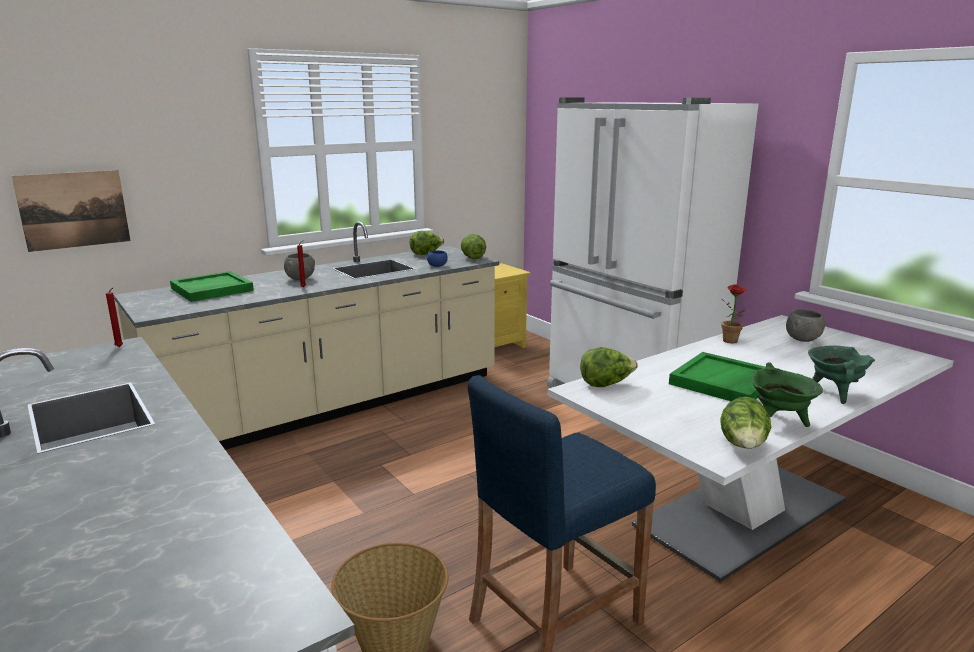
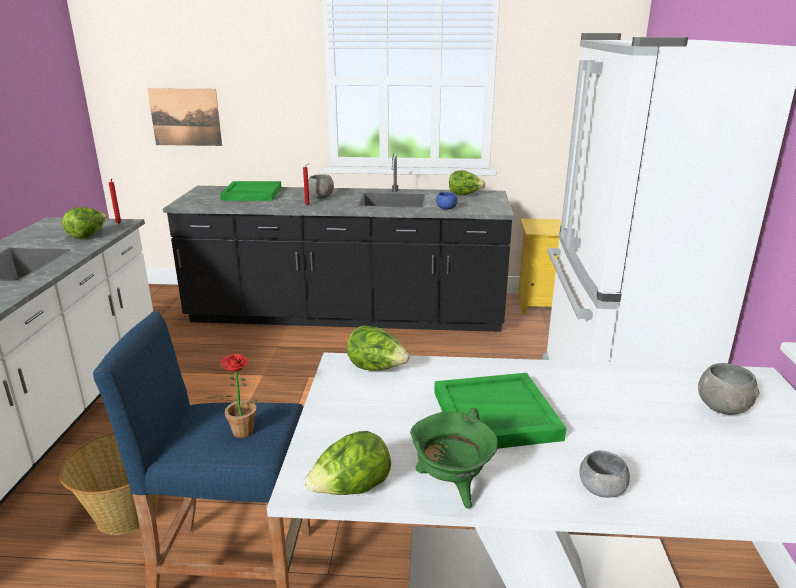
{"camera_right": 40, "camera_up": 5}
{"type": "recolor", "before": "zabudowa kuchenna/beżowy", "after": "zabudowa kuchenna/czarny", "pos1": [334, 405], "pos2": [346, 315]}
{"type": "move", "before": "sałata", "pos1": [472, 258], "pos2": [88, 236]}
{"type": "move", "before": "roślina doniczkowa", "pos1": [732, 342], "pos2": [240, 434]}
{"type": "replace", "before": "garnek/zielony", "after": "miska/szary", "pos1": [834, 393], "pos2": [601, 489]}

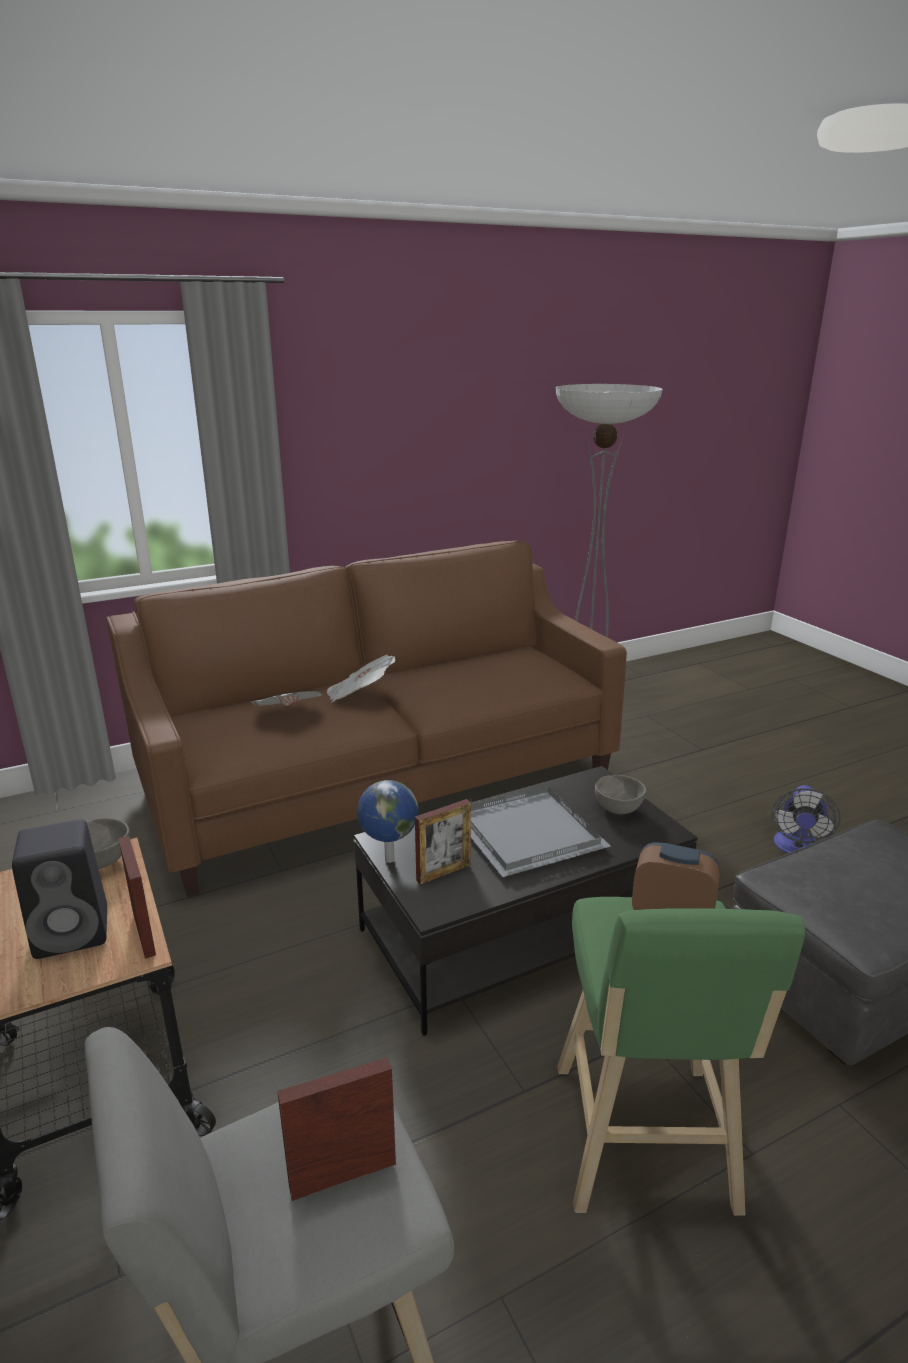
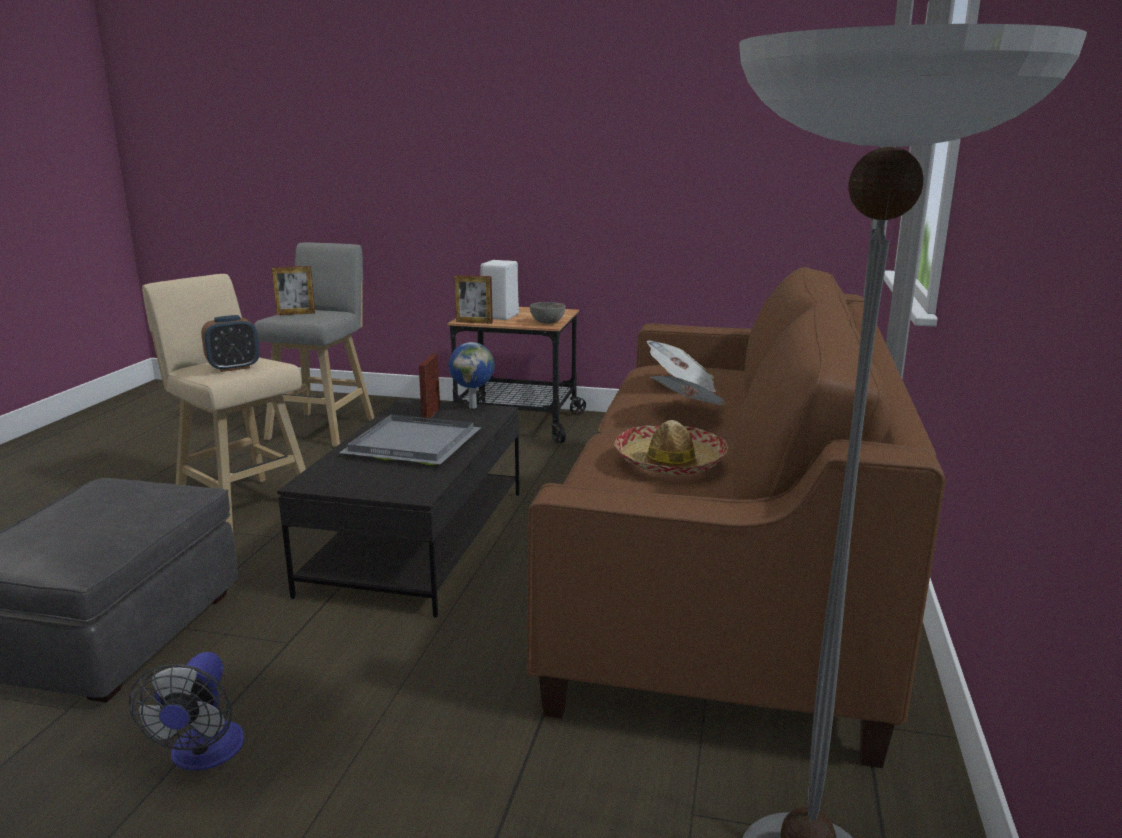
{"camera_right": 130, "camera_up": -5}
{"type": "recolor", "before": "głośnik/czarny", "after": "głośnik/biały", "pos1": [75, 932], "pos2": [499, 316]}
{"type": "rotate", "before": "ramka na zdjęcie", "pos1": [343, 1175], "pos2": [296, 313], "turn": 60}
{"type": "recolor", "before": "stołek/zielony", "after": "stołek/beżowy", "pos1": [643, 1145], "pos2": [243, 505]}
{"type": "delete", "before": "miska/szary", "pos1": [618, 809]}
{"type": "rotate", "before": "wentylator", "pos1": [797, 848], "pos2": [203, 755], "turn": -150}
{"type": "insert", "after": "kapelusz", "pos2": [670, 462]}

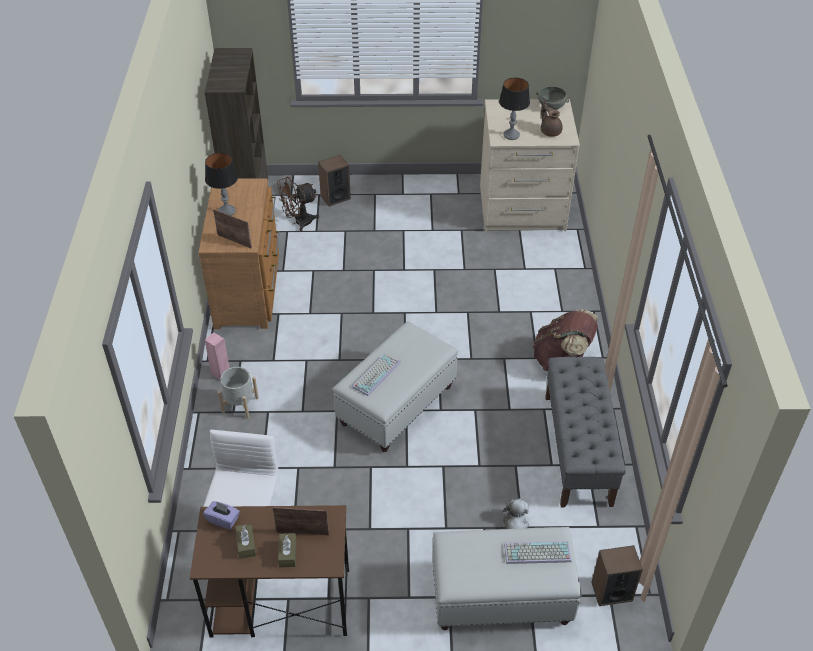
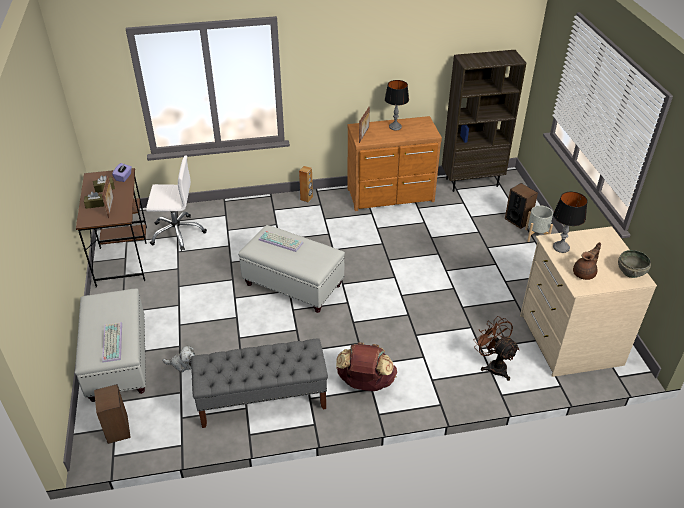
{"camera_right": 80, "camera_up": -5}
{"type": "recolor", "before": "głośnik/różowy", "after": "głośnik/brązowy", "pos1": [221, 373], "pos2": [306, 198]}
{"type": "move", "before": "donica/szary", "pos1": [240, 405], "pos2": [536, 235]}
{"type": "move", "before": "wentylator/brązowy", "pos1": [298, 222], "pos2": [493, 365]}

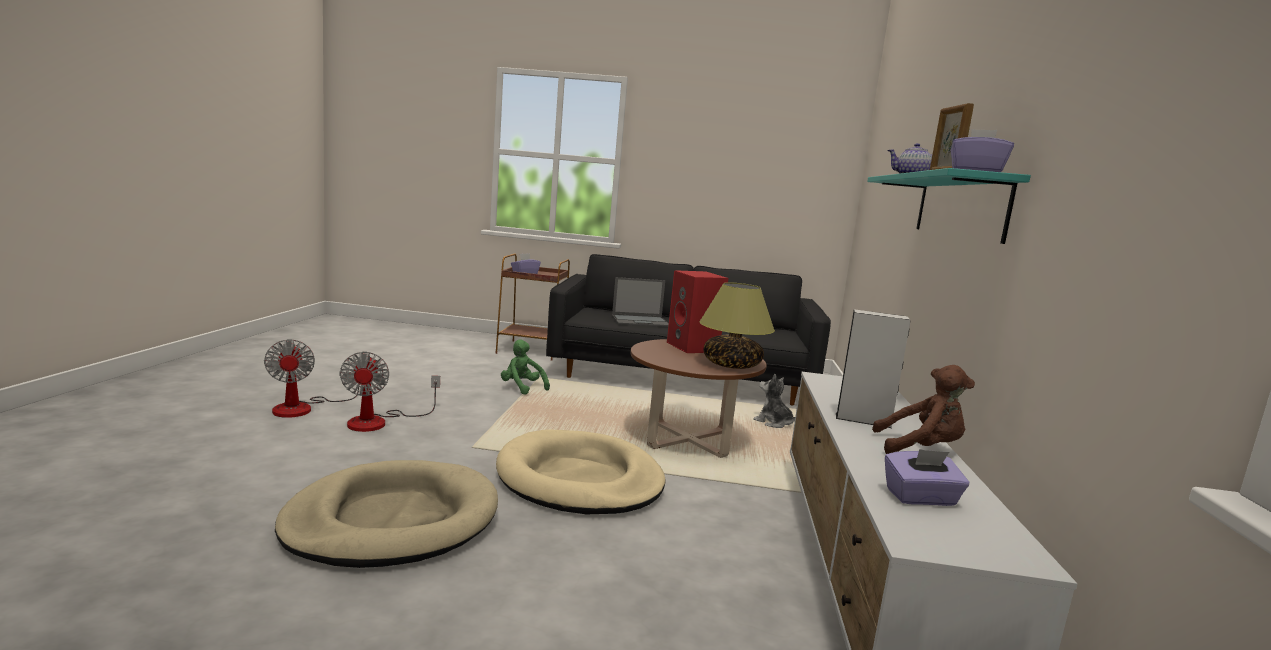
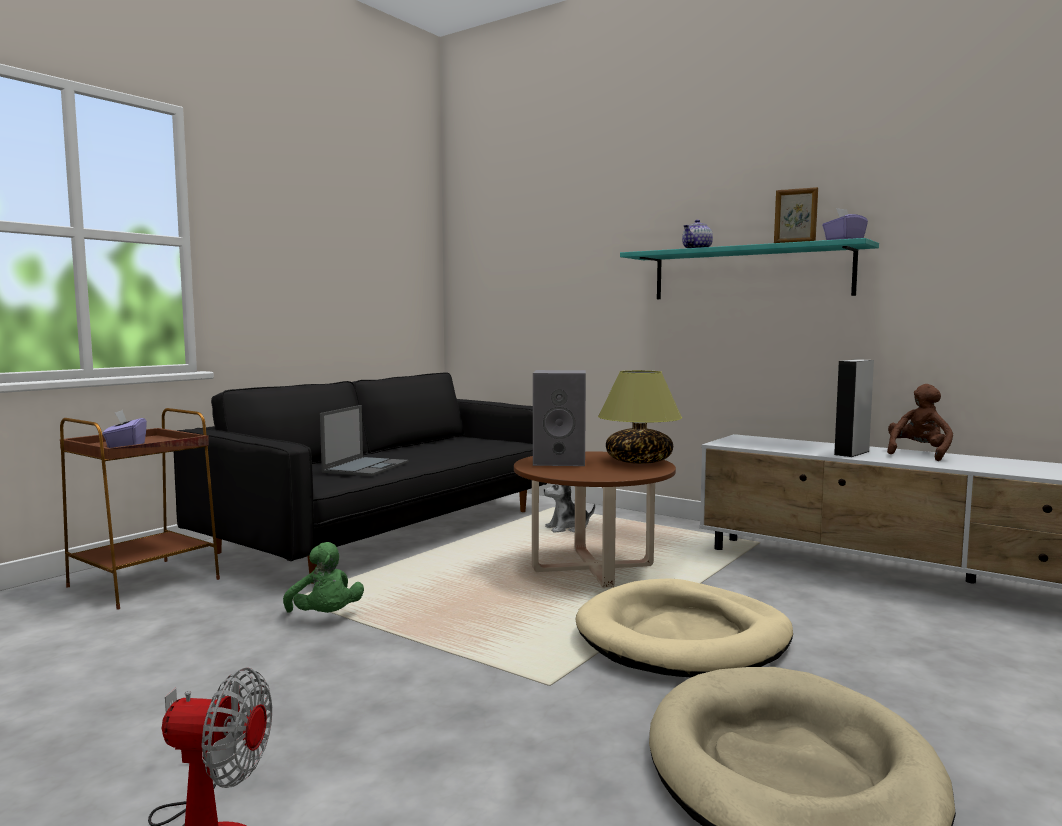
{"camera_right": -60, "camera_up": -5}
{"type": "delete", "before": "wentylator", "pos1": [379, 421]}
{"type": "rotate", "before": "pluszak/zielony", "pos1": [522, 388], "pos2": [325, 617], "turn": -105}
{"type": "recolor", "before": "głośnik/czerwony", "after": "głośnik/szary", "pos1": [694, 347], "pos2": [561, 461]}
{"type": "delete", "before": "pudełko chusteczek/fioletowy", "pos1": [921, 498]}

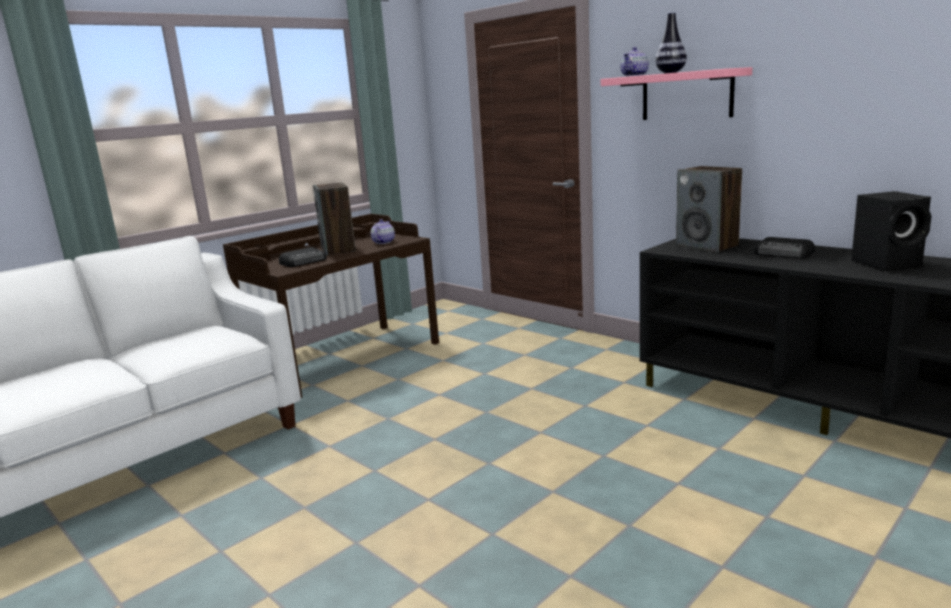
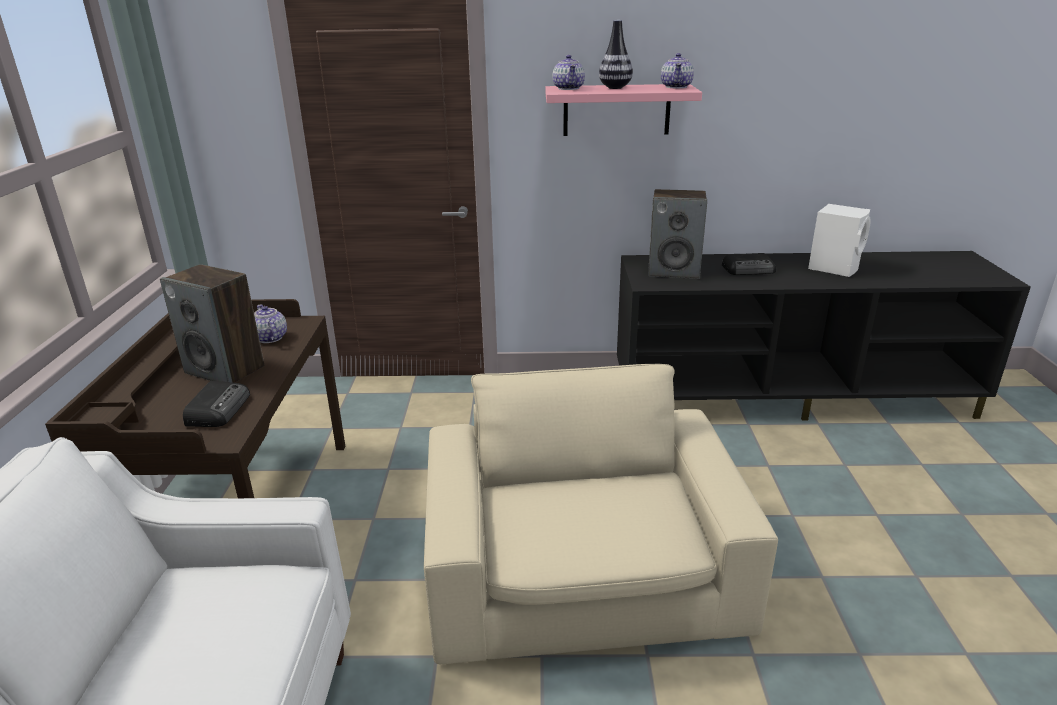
{"camera_right": -45, "camera_up": 10}
{"type": "recolor", "before": "głośnik/czarny", "after": "głośnik/biały", "pos1": [888, 264], "pos2": [834, 267]}
{"type": "insert", "after": "fotel/beżowy", "pos2": [583, 574]}
{"type": "insert", "after": "imbryk", "pos2": [676, 87]}

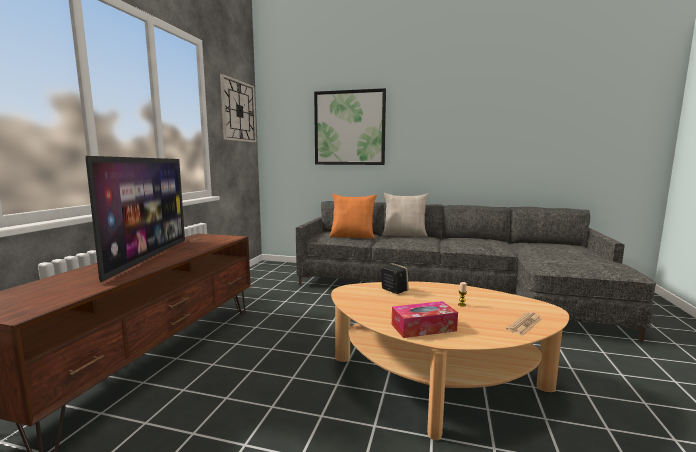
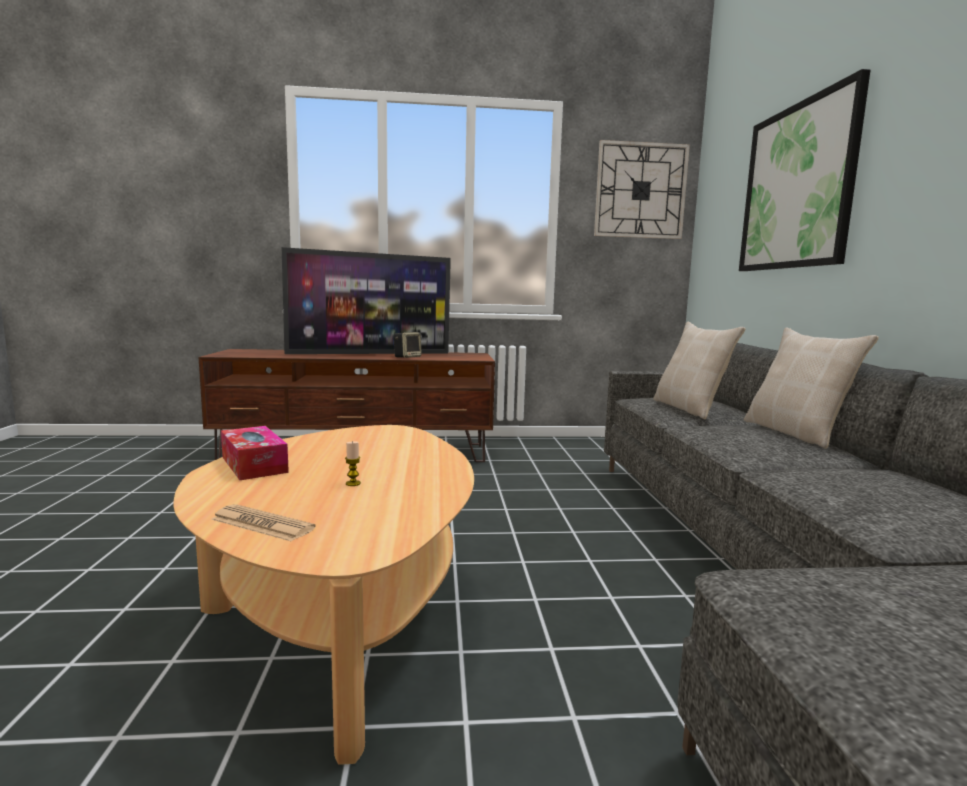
{"camera_right": 70, "camera_up": 0}
{"type": "recolor", "before": "poduszka/pomarańczowy", "after": "poduszka/beżowy", "pos1": [352, 236], "pos2": [690, 409]}
{"type": "move", "before": "głośnik", "pos1": [393, 290], "pos2": [407, 357]}

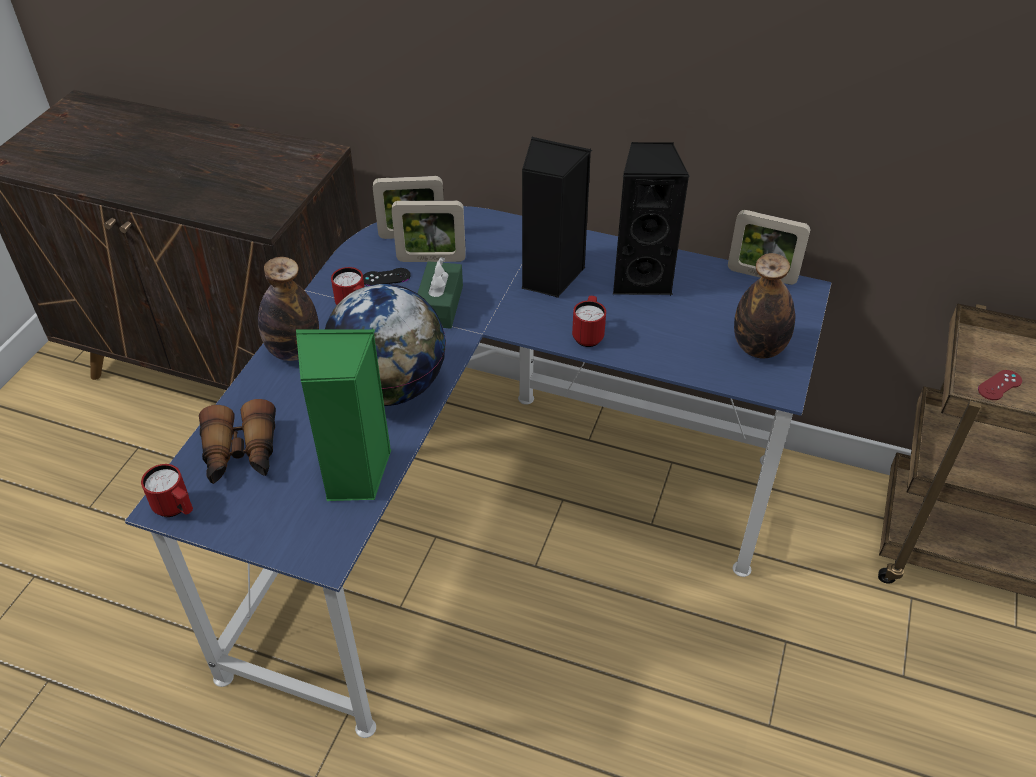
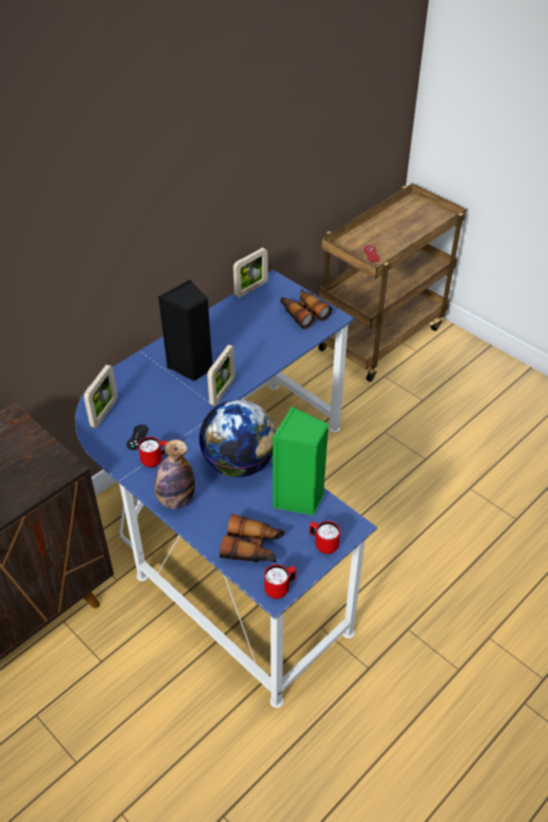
{"camera_right": -65, "camera_up": 0}
{"type": "move", "before": "ramka na zdjęcie", "pos1": [431, 259], "pos2": [222, 392]}
{"type": "delete", "before": "pudełko chusteczek/zielony", "pos1": [440, 305]}
{"type": "move", "before": "kubek/czerwony", "pos1": [588, 335], "pos2": [323, 544]}
{"type": "delete", "before": "głośnik/czarny", "pos1": [641, 278]}
{"type": "replace", "before": "butelka", "after": "lornetka", "pos1": [758, 348], "pos2": [303, 313]}

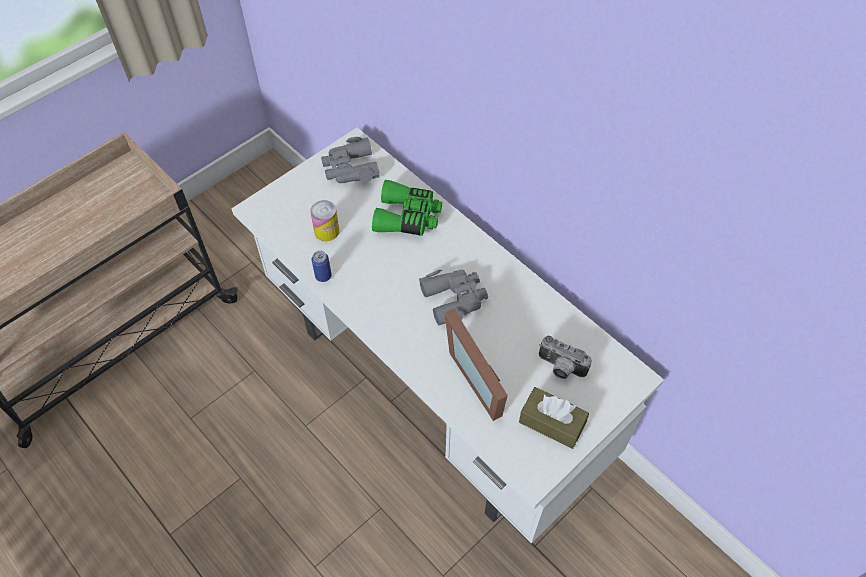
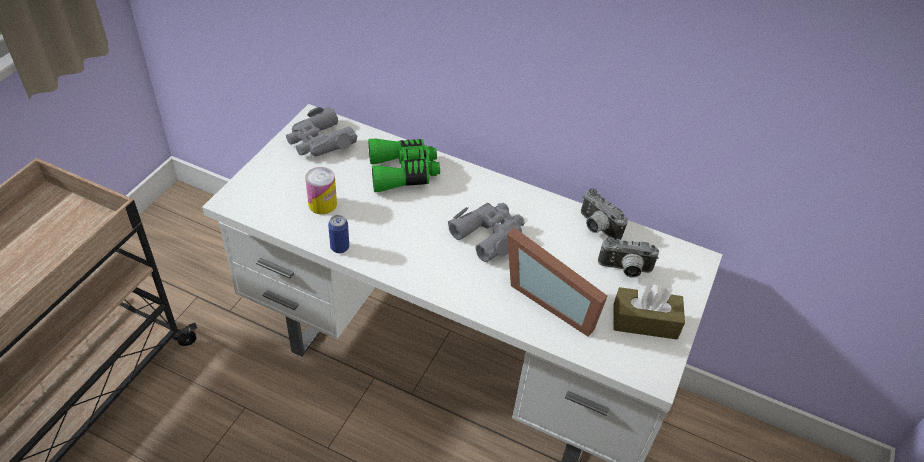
{"camera_right": -25, "camera_up": -10}
{"type": "insert", "after": "aparat fotograficzny", "pos2": [596, 227]}

